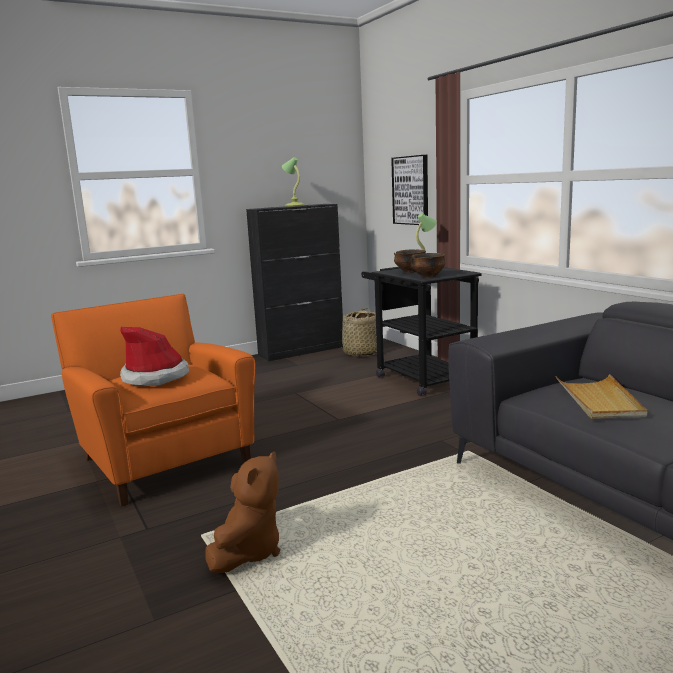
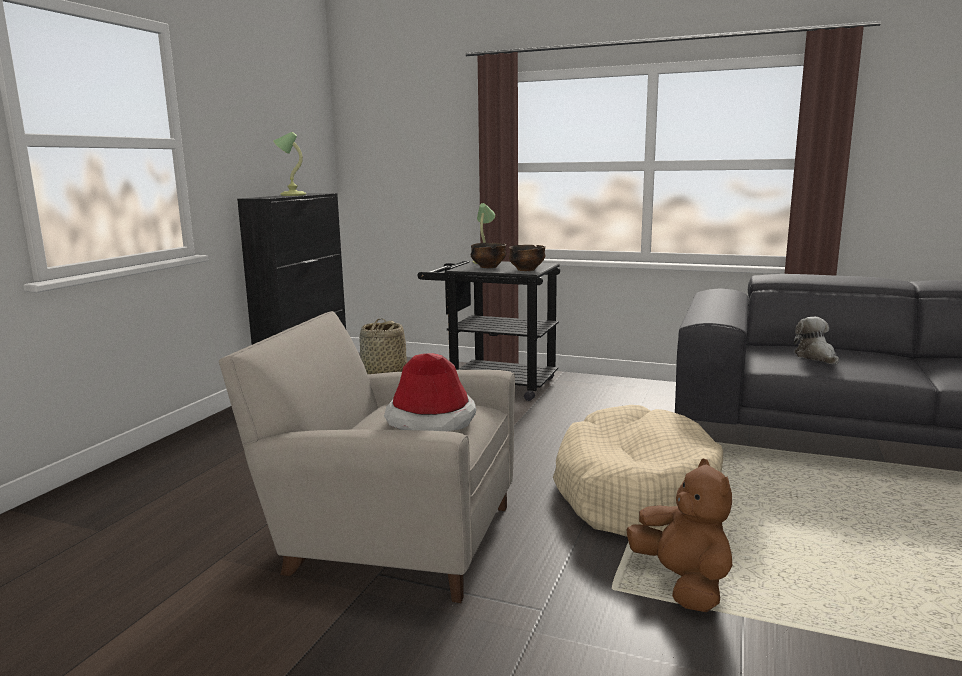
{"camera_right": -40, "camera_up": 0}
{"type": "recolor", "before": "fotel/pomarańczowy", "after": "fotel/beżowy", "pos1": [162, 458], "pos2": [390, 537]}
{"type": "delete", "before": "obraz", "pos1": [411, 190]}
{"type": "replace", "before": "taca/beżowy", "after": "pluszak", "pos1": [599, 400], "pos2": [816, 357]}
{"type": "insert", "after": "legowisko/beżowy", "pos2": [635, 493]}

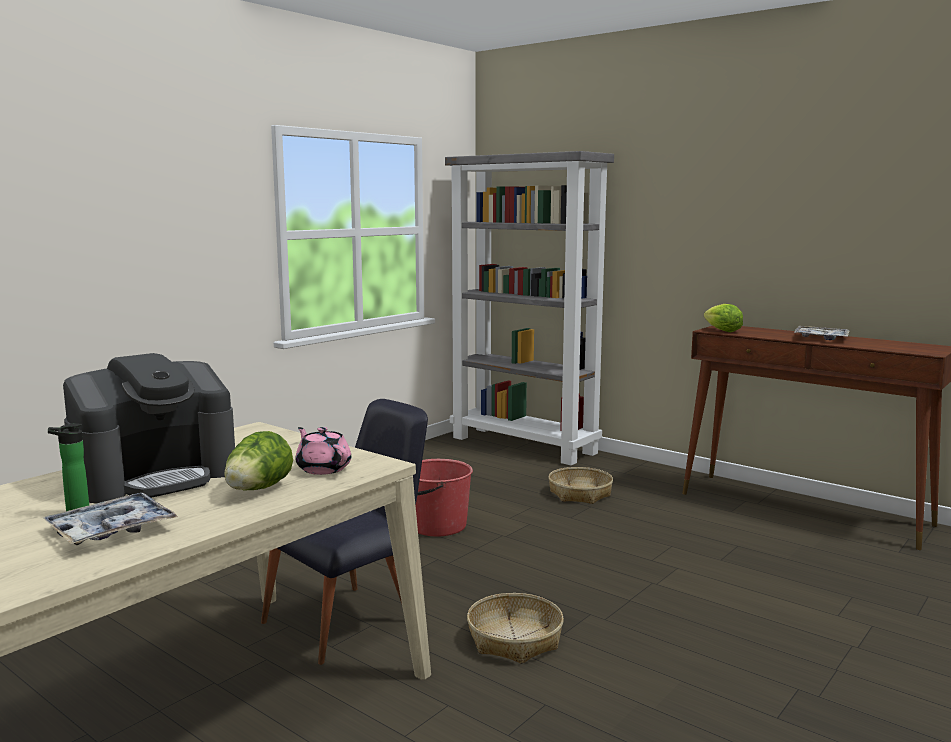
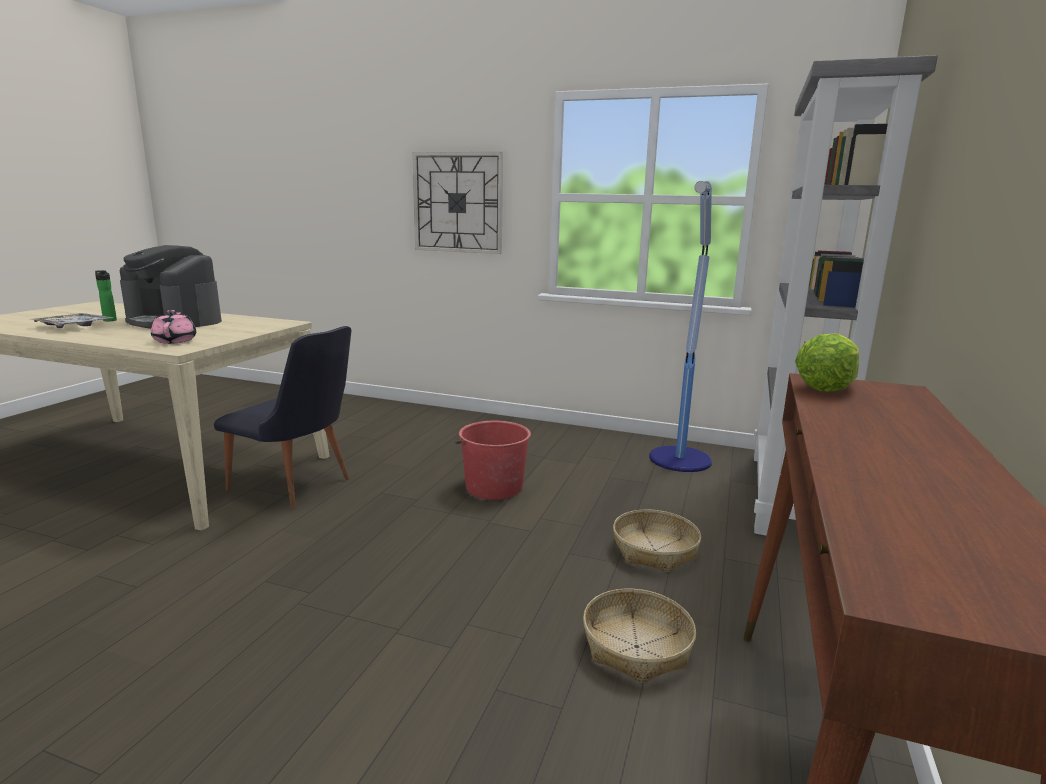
{"camera_right": 70, "camera_up": 5}
{"type": "delete", "before": "sałata", "pos1": [258, 490]}
{"type": "rotate", "before": "imbryk/różowy", "pos1": [323, 468], "pos2": [175, 341], "turn": -45}
{"type": "move", "before": "koszyk", "pos1": [515, 639], "pos2": [637, 647]}
{"type": "delete", "before": "taca", "pos1": [821, 338]}
{"type": "insert", "after": "zegar ścienny", "pos2": [458, 203]}
{"type": "insert", "after": "lampa stojąca", "pos2": [680, 460]}

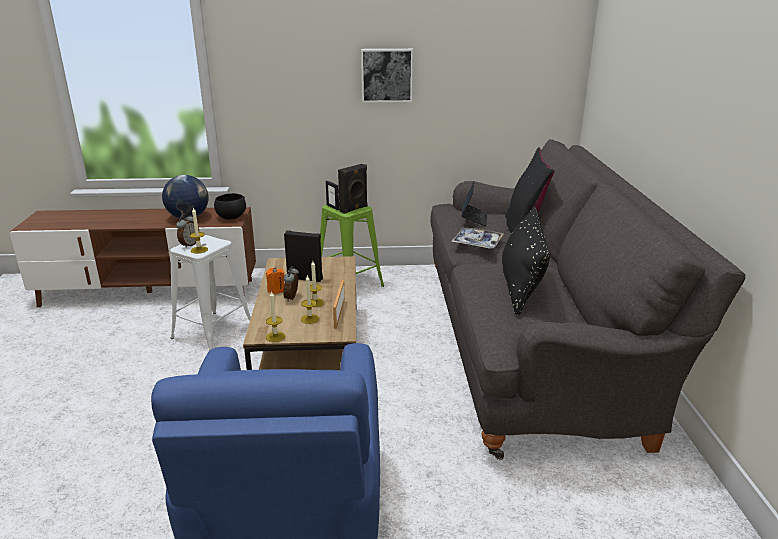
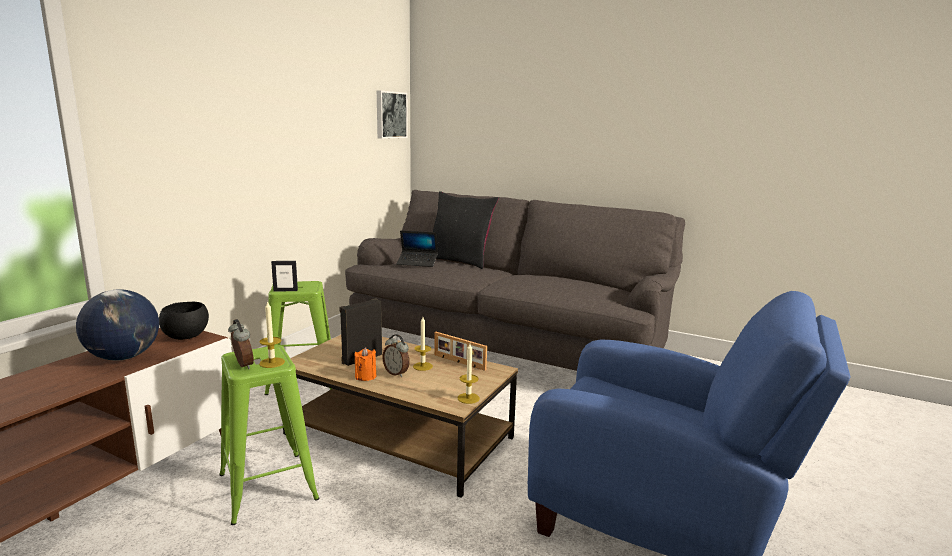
{"camera_right": -60, "camera_up": -10}
{"type": "recolor", "before": "stołek/biały", "after": "stołek/zielony", "pos1": [212, 332], "pos2": [268, 487]}
{"type": "delete", "before": "świeca", "pos1": [310, 319]}
{"type": "delete", "before": "głośnik/czarny", "pos1": [354, 209]}
{"type": "move", "before": "obraz", "pos1": [386, 75], "pos2": [390, 115]}
{"type": "delete", "before": "taca", "pos1": [477, 243]}
{"type": "rotate", "before": "laptop", "pos1": [474, 218], "pos2": [417, 263], "turn": 150}
{"type": "delete", "before": "poduszka/czarny", "pos1": [521, 286]}

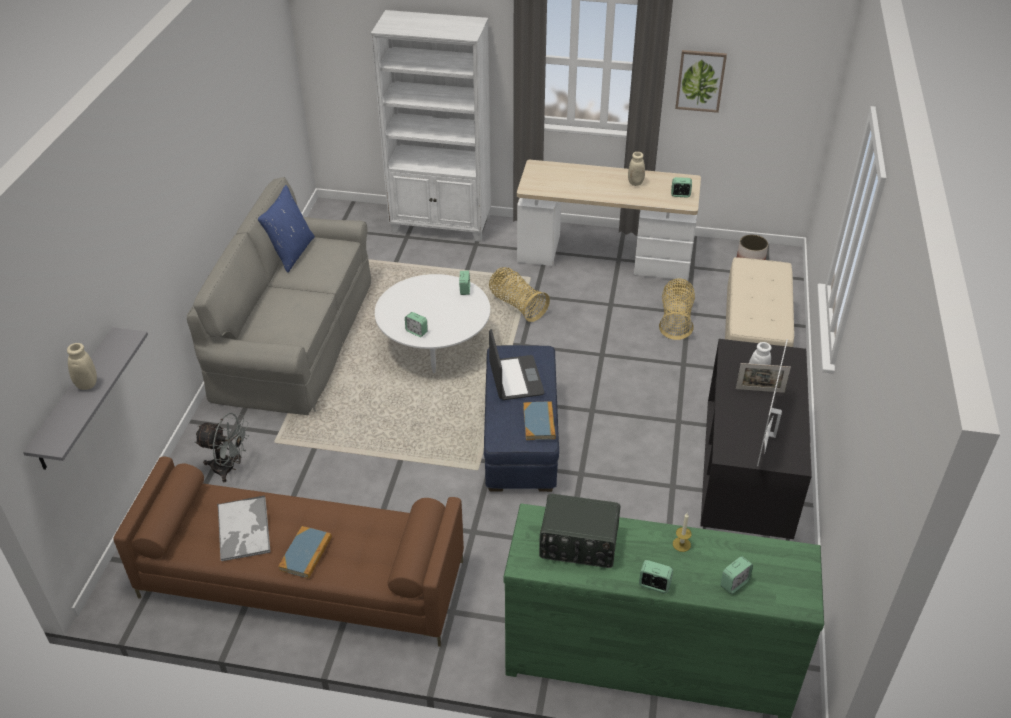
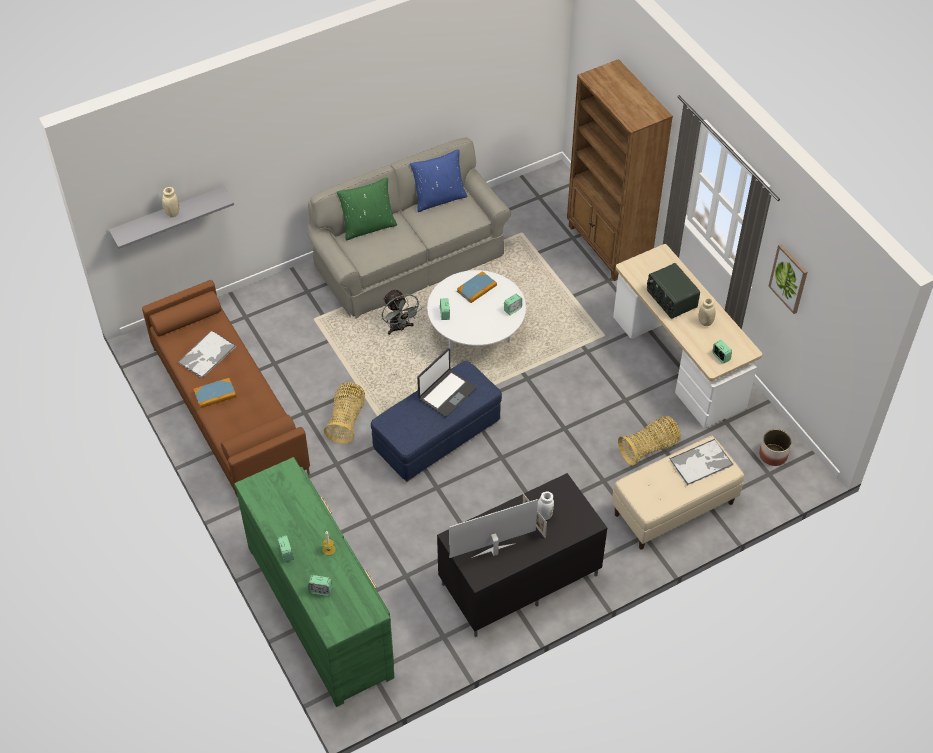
{"camera_right": 50, "camera_up": 10}
{"type": "move", "before": "wentylator/szary", "pos1": [229, 468], "pos2": [399, 328]}
{"type": "recolor", "before": "regał/biały", "after": "regał/brązowy", "pos1": [441, 225], "pos2": [608, 246]}
{"type": "move", "before": "koszyk", "pos1": [517, 305], "pos2": [346, 420]}
{"type": "move", "before": "książka", "pos1": [539, 422], "pos2": [477, 288]}
{"type": "move", "before": "radio", "pos1": [578, 544], "pos2": [671, 299]}
{"type": "insert", "after": "poduszka/zielony", "pos2": [368, 227]}
{"type": "insert", "after": "taca", "pos2": [701, 462]}

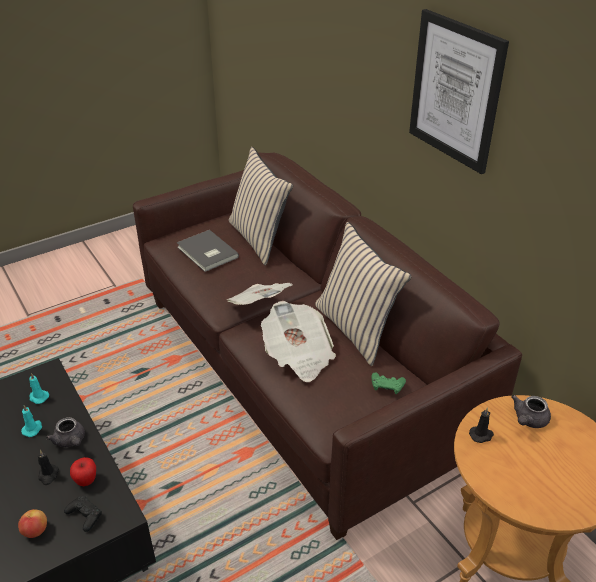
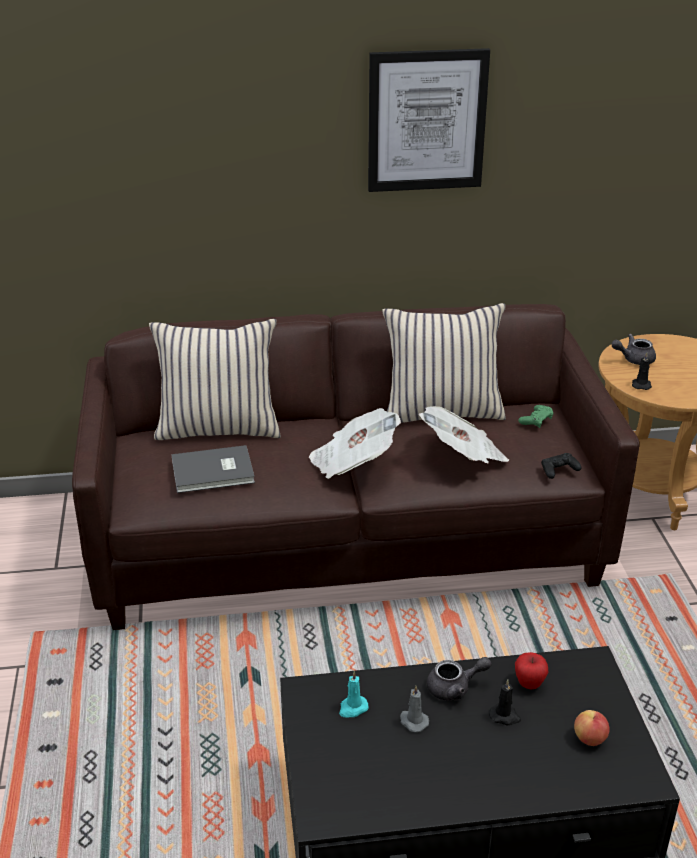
{"camera_right": -65, "camera_up": -5}
{"type": "recolor", "before": "świeca/turkusowy", "after": "świeca/szary", "pos1": [33, 429], "pos2": [413, 721]}
{"type": "move", "before": "pad do gier/czarny", "pos1": [84, 515], "pos2": [559, 469]}
{"type": "rotate", "before": "imbryk/szary", "pos1": [528, 420], "pos2": [633, 359], "turn": 105}

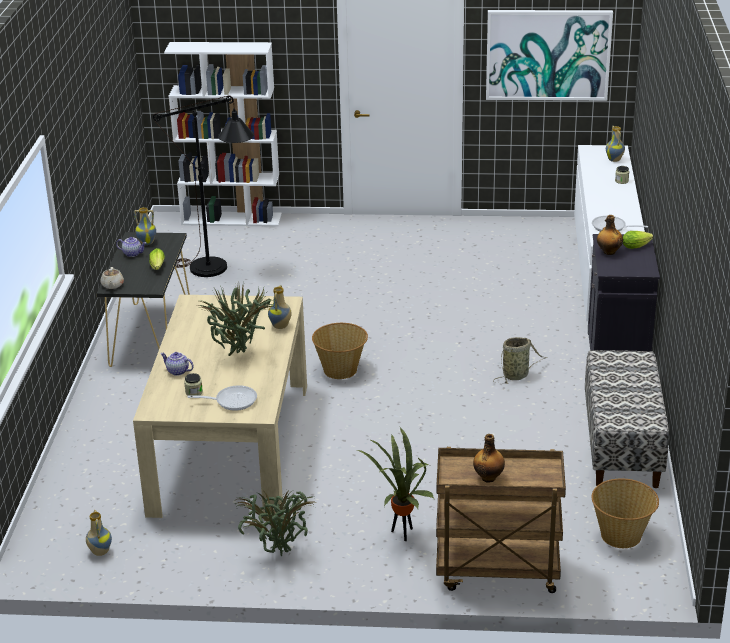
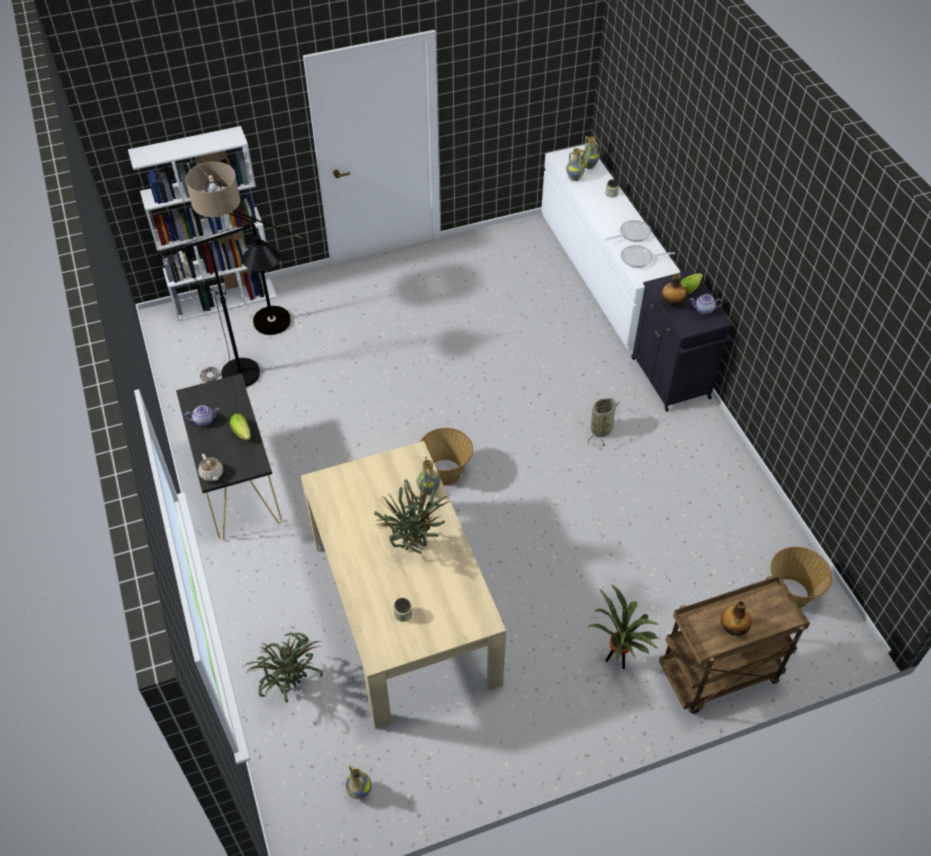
{"camera_right": -25, "camera_up": 20}
{"type": "move", "before": "wazon", "pos1": [147, 242], "pos2": [574, 178]}
{"type": "move", "before": "imbryk", "pos1": [177, 371], "pos2": [703, 310]}
{"type": "move", "before": "patelnia", "pos1": [232, 401], "pos2": [632, 234]}
{"type": "move", "before": "roślina doniczkowa", "pos1": [278, 553], "pos2": [291, 685]}
{"type": "delete", "before": "obraz", "pos1": [548, 54]}
{"type": "delete", "before": "ławka", "pos1": [622, 446]}
{"type": "insert", "after": "lampa stojąca", "pos2": [257, 325]}

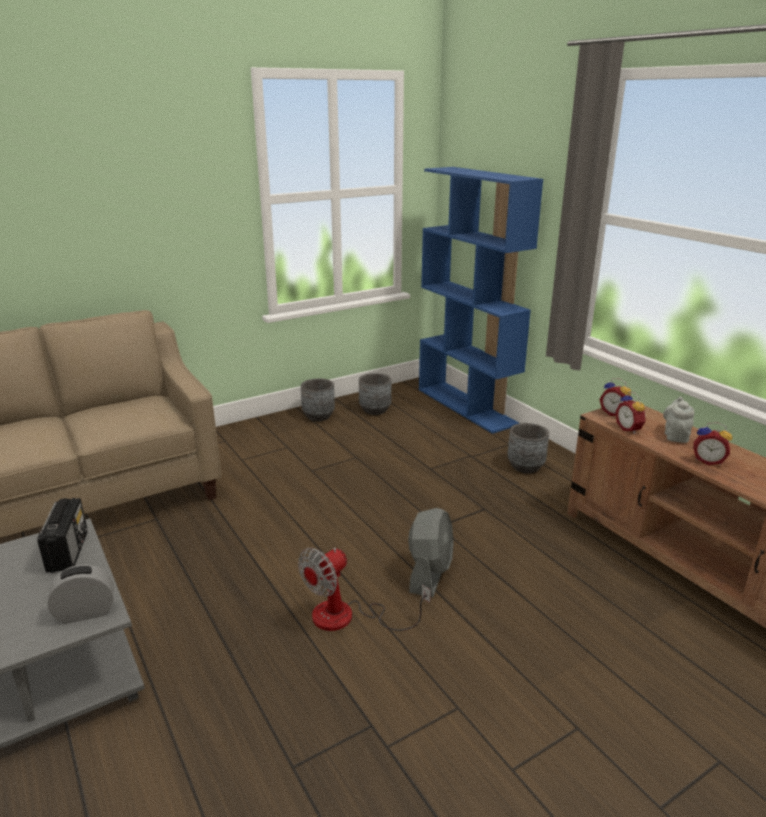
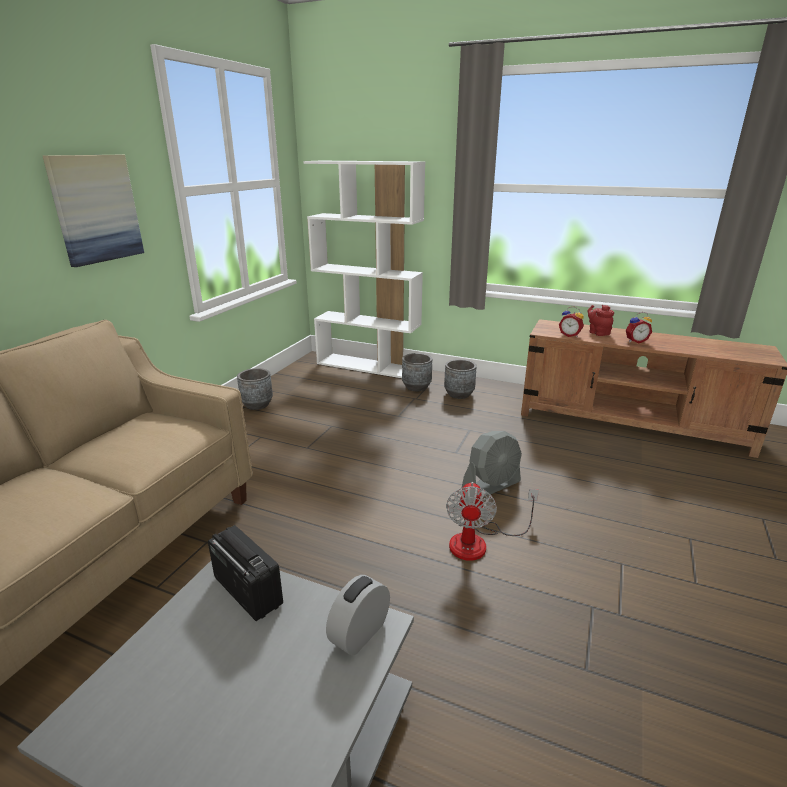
{"camera_right": -35, "camera_up": 0}
{"type": "move", "before": "donica/szary", "pos1": [375, 410], "pos2": [416, 387]}
{"type": "rotate", "before": "wentylator/szary", "pos1": [429, 573], "pos2": [491, 486], "turn": 75}
{"type": "recolor", "before": "regał/niebieski", "after": "regał/biały", "pos1": [467, 406], "pos2": [368, 366]}
{"type": "delete", "before": "budzik", "pos1": [614, 413]}
{"type": "recolor", "before": "imbryk/szary", "after": "imbryk/czerwony", "pos1": [675, 436], "pos2": [598, 332]}
{"type": "insert", "after": "obraz", "pos2": [96, 209]}

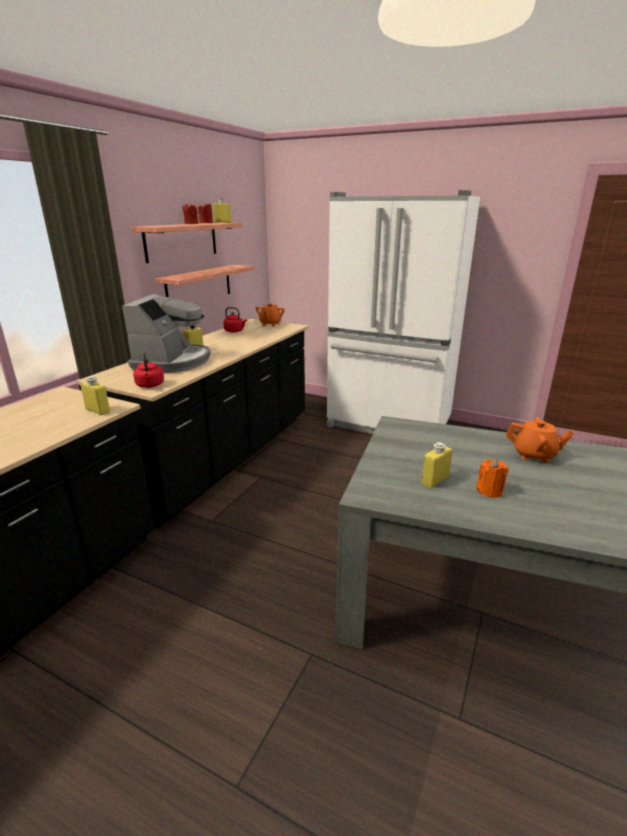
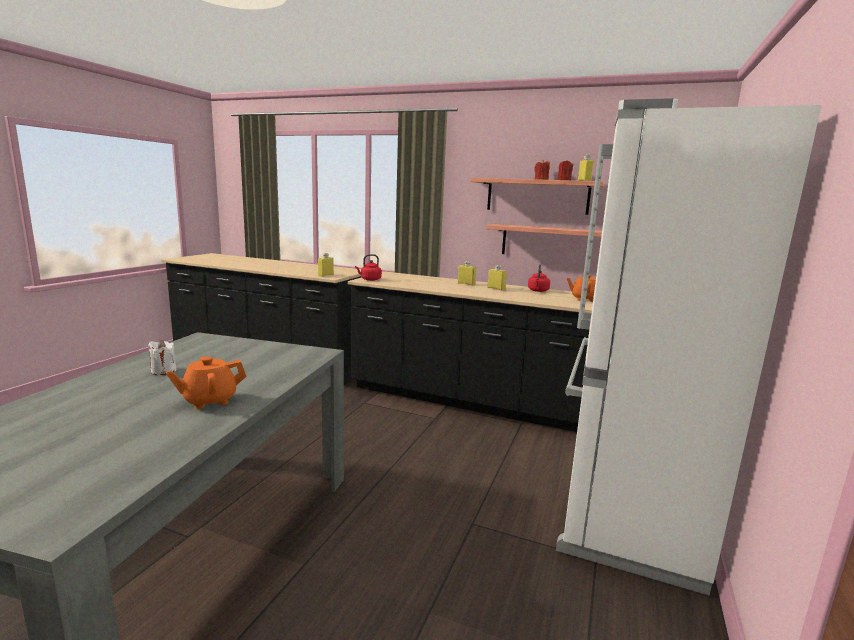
{"camera_right": 85, "camera_up": -10}
{"type": "delete", "before": "ekspres do kawy", "pos1": [173, 362]}
{"type": "move", "before": "butelka/żółty", "pos1": [435, 480], "pos2": [496, 288]}
{"type": "recolor", "before": "świeca/pomarańczowy", "after": "świeca/biały", "pos1": [489, 491], "pos2": [163, 371]}
{"type": "rotate", "before": "imbryk/pomarańczowy", "pos1": [534, 455], "pos2": [209, 400], "turn": 45}

